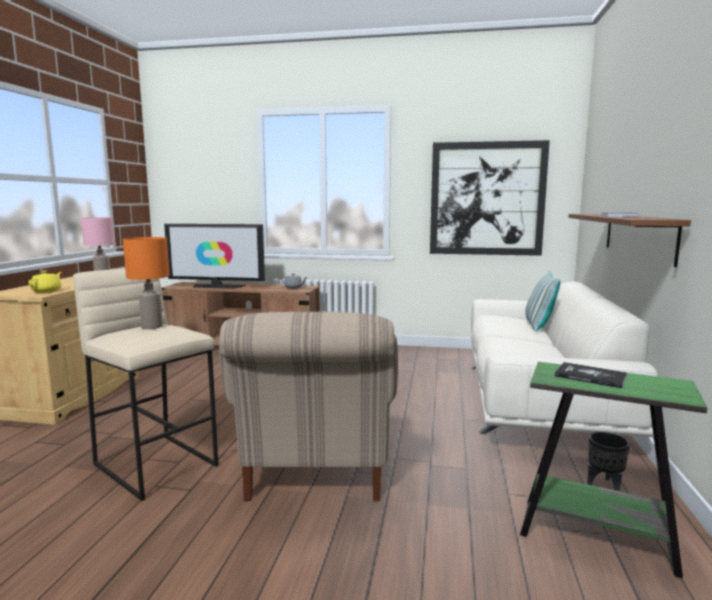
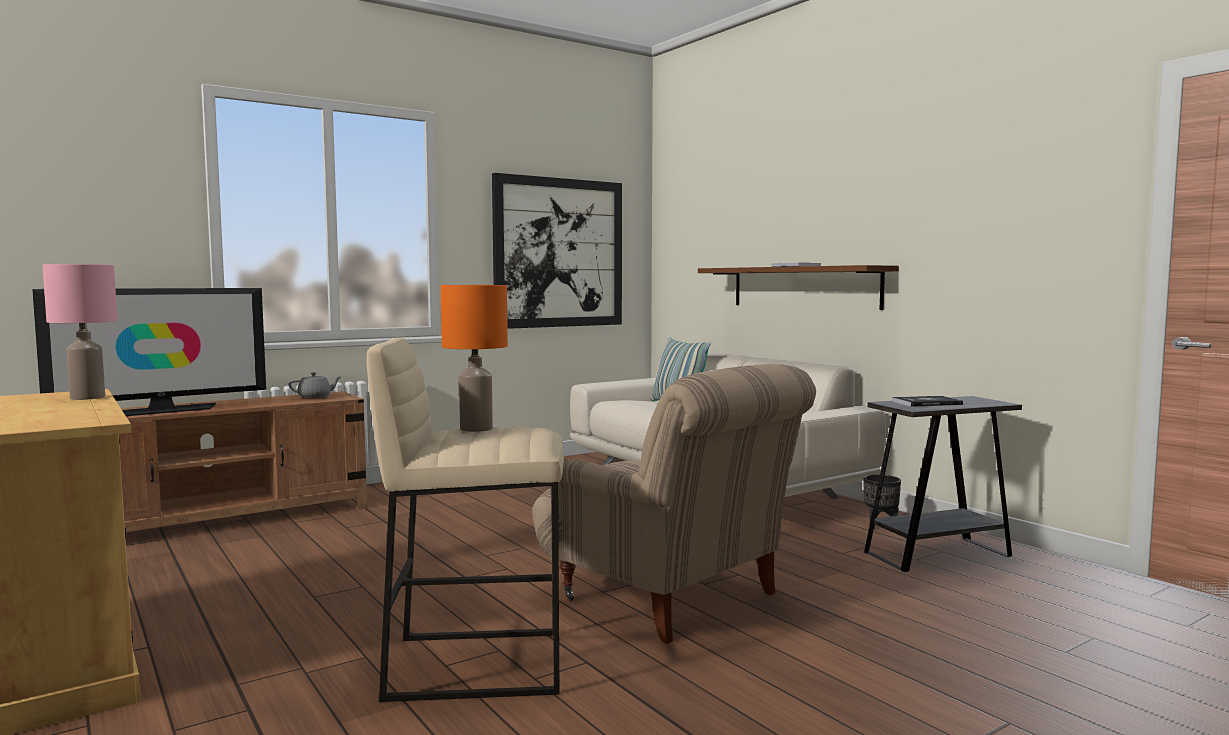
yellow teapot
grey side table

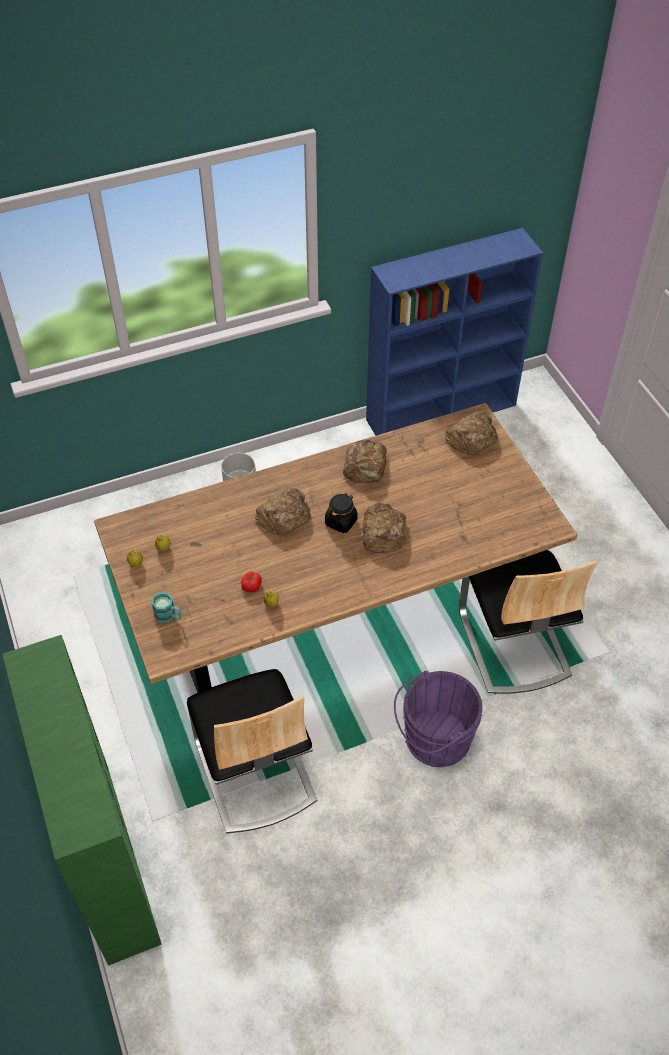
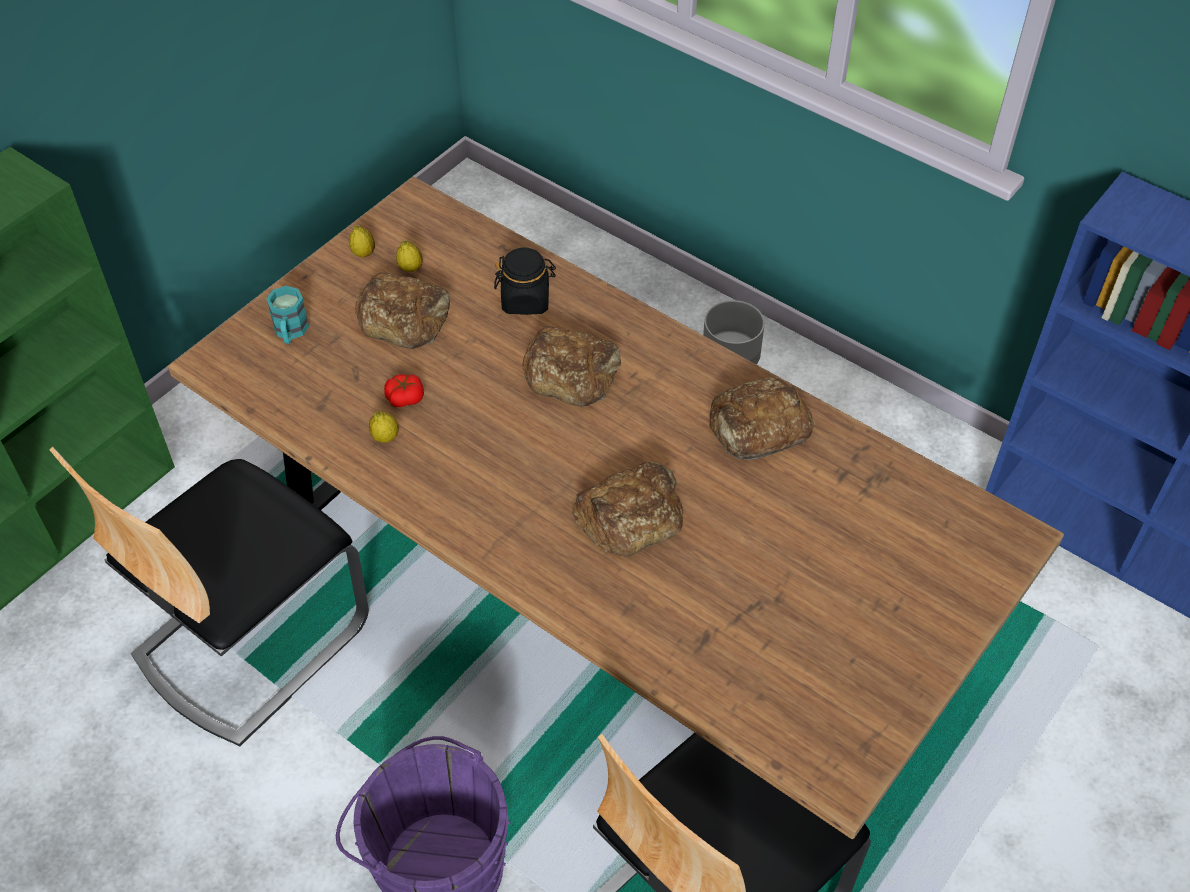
black jar
bread (no. 1 from left)

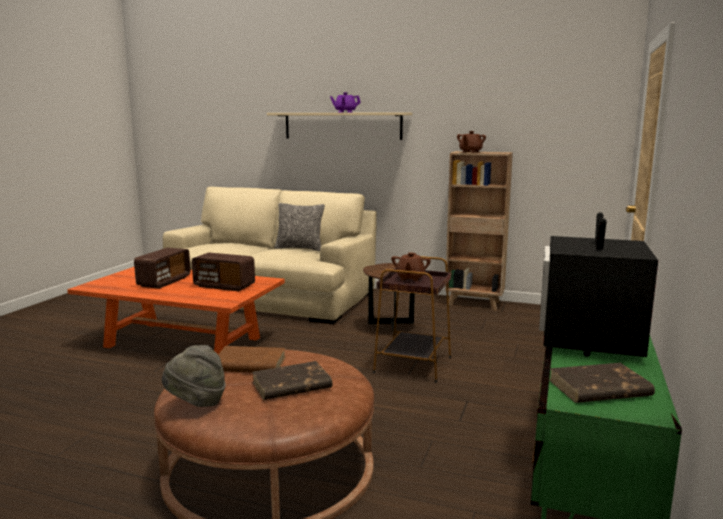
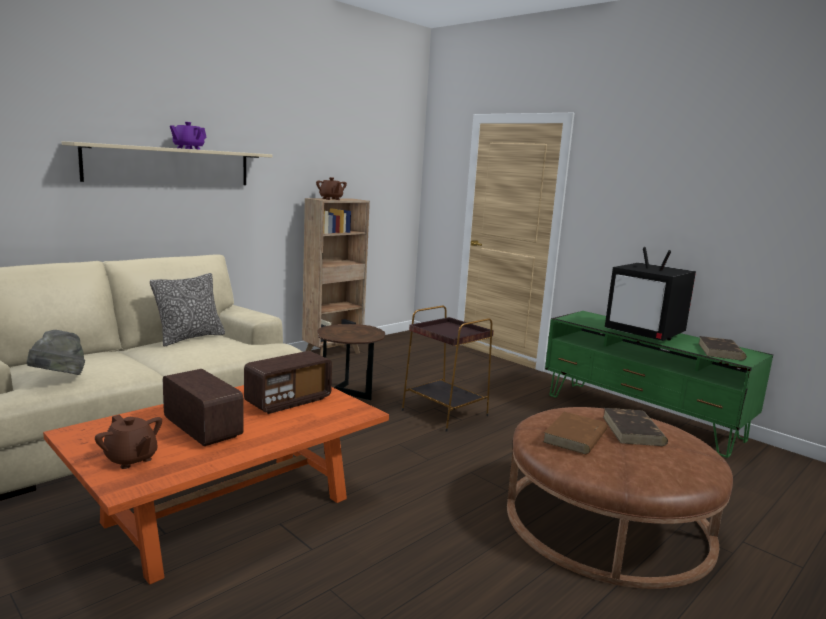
grey hat
brown teapot (no. 1 from left)

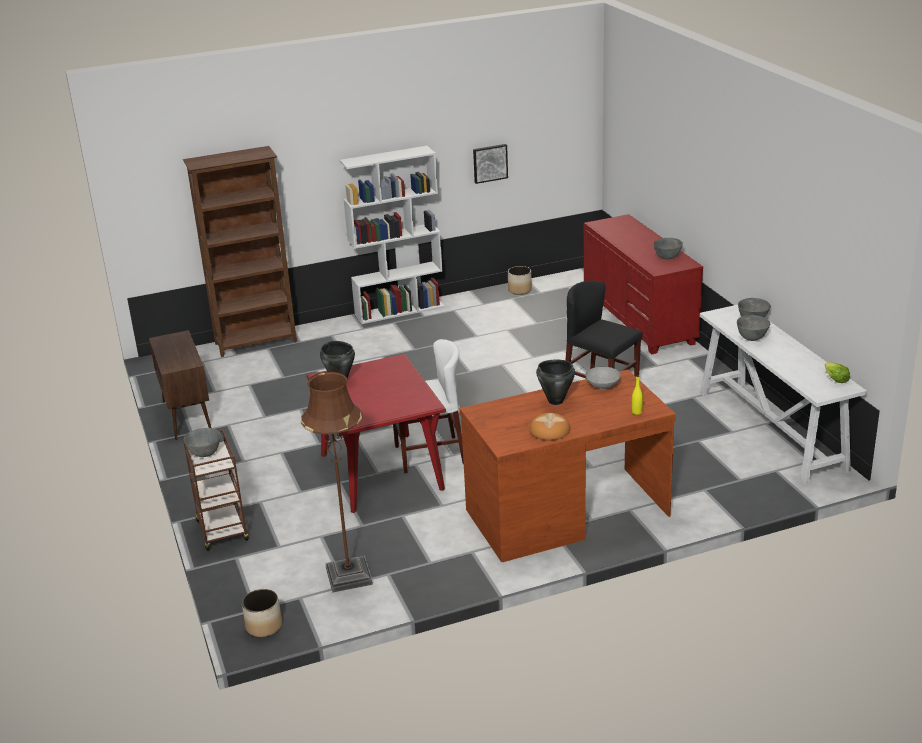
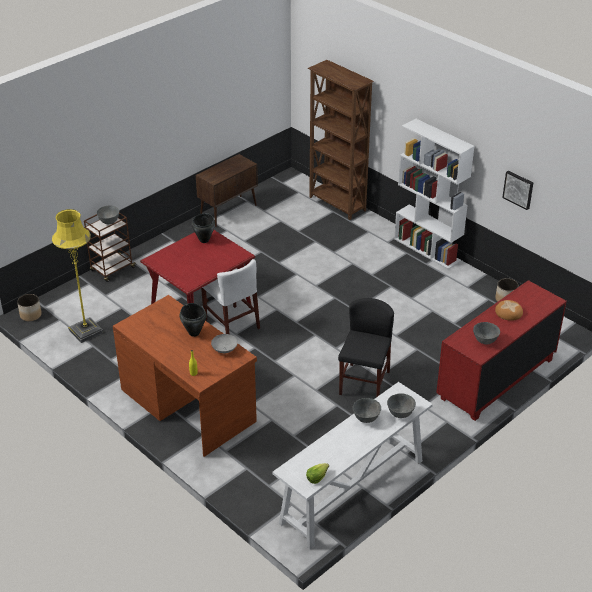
yellow floor lamp
bread

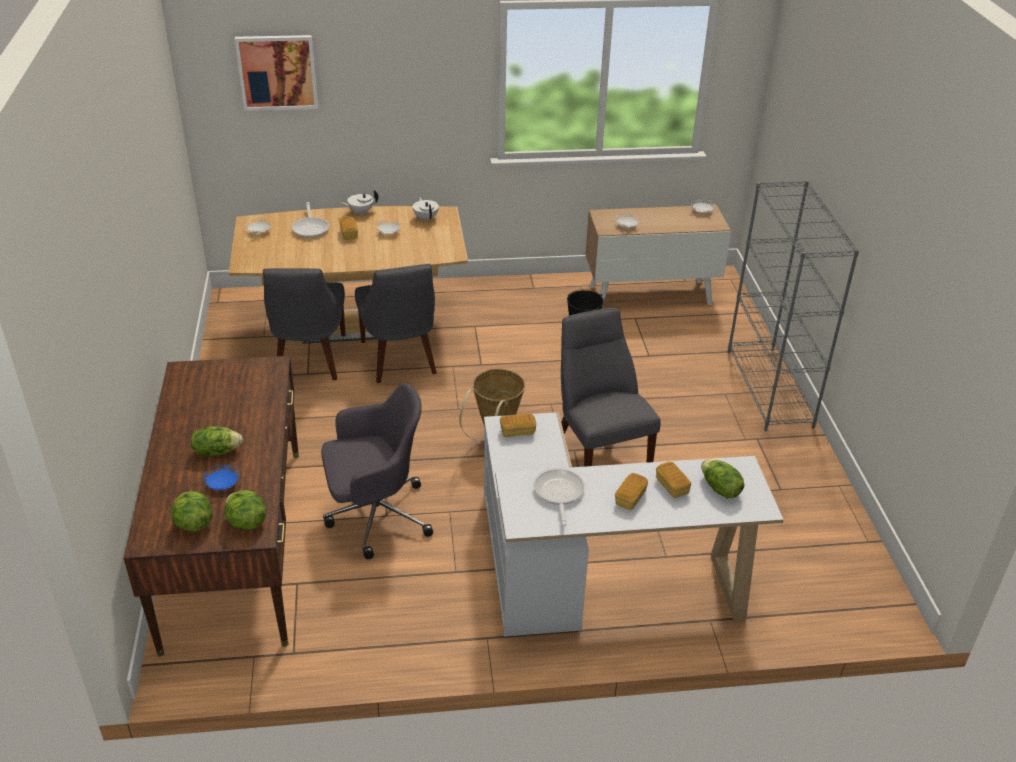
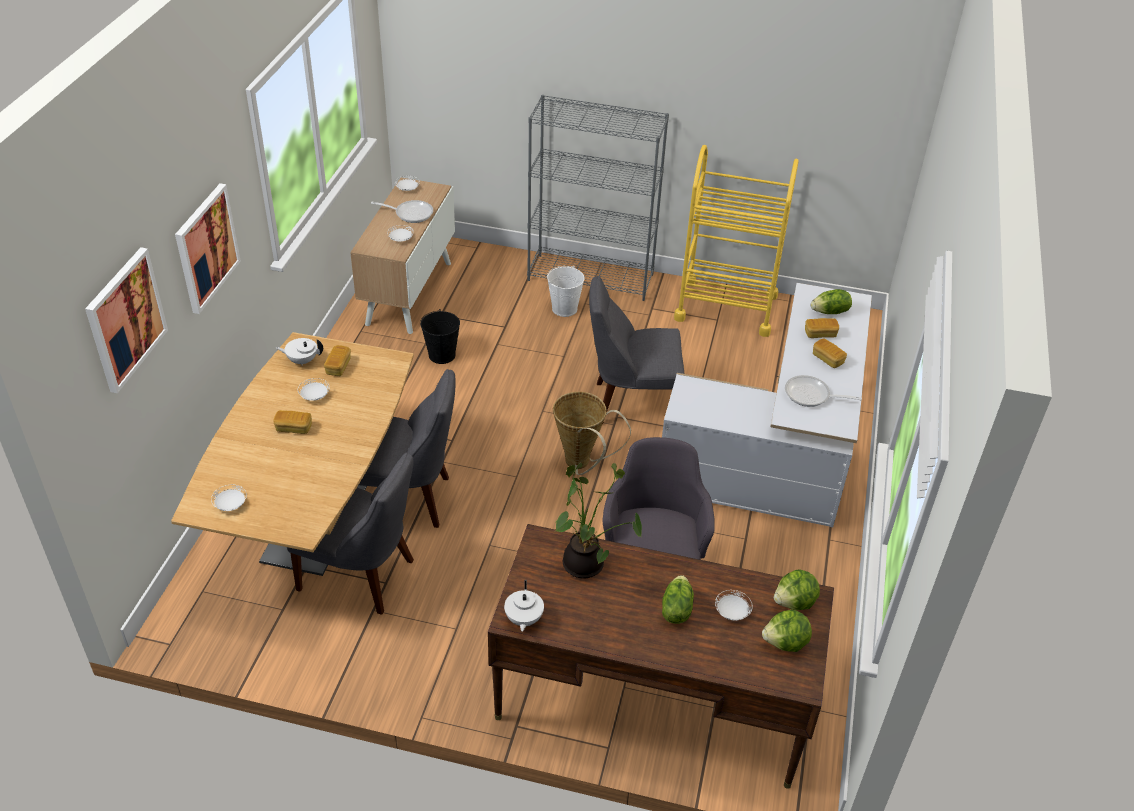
white plate (no. 5 from left)
frying pan (no. 1 from left)
white teapot (no. 2 from left)
bread (no. 2 from left)
picture (no. 2 from left)
white bucket
potted plant
yellow cart

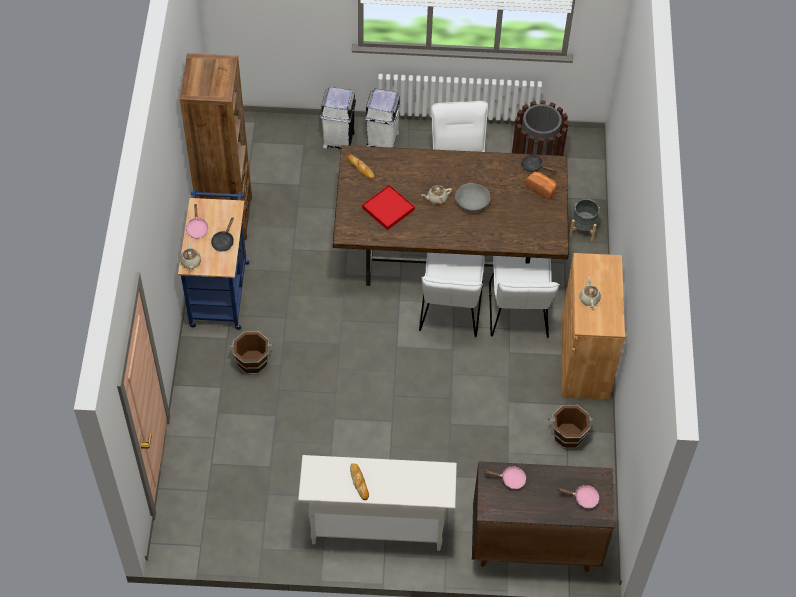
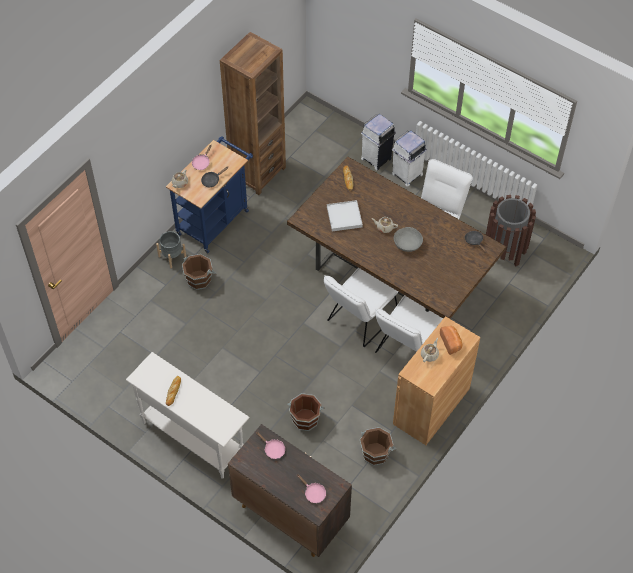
white tray
bread (no. 3 from left)
grey planter
brown bucket (no. 2 from left)

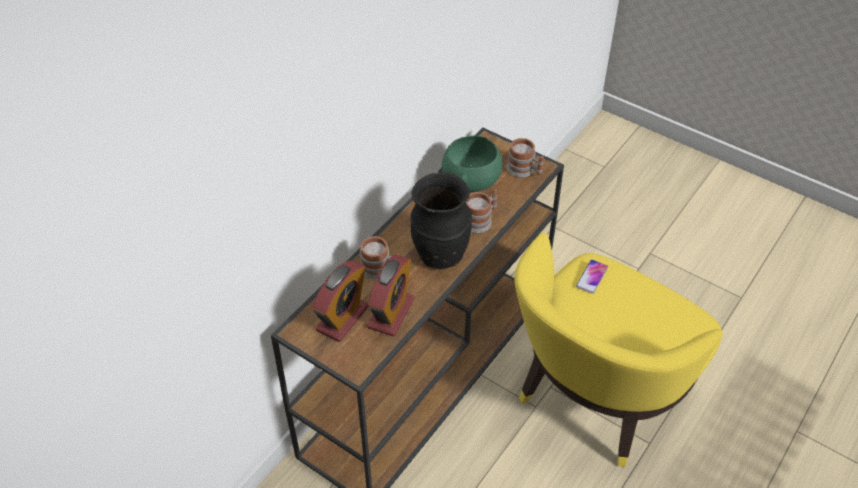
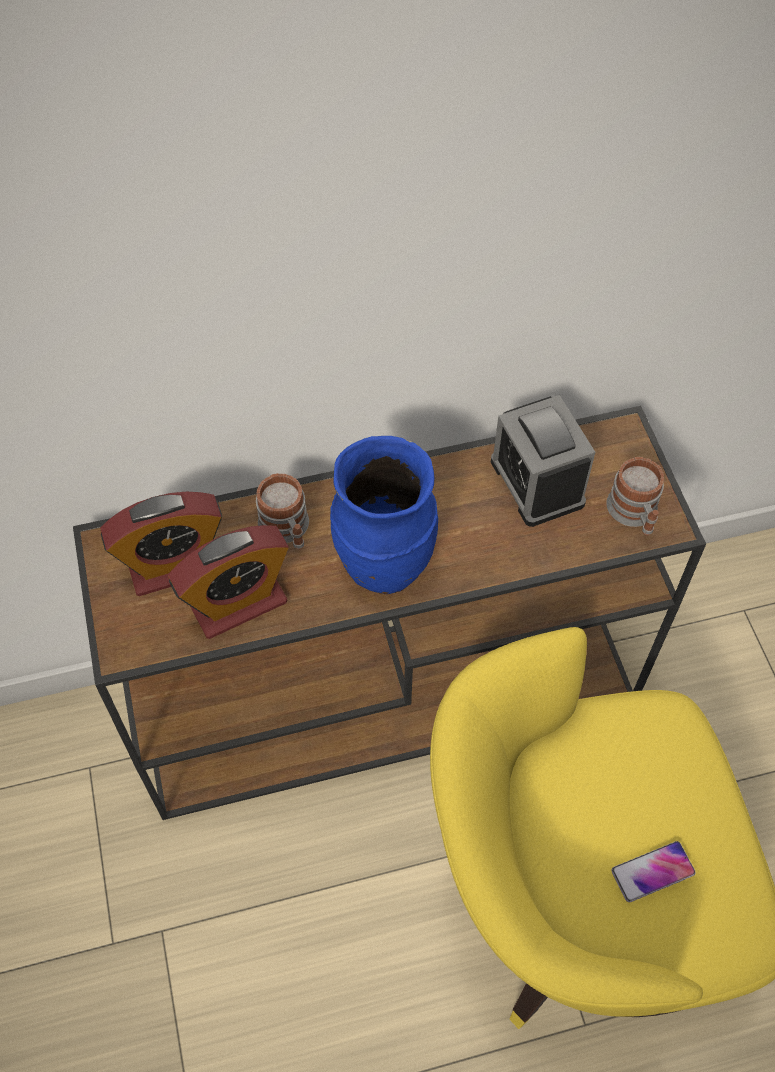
blue vase
alarm clock (no. 3 from left)
mug (no. 2 from left in the first image)
phone

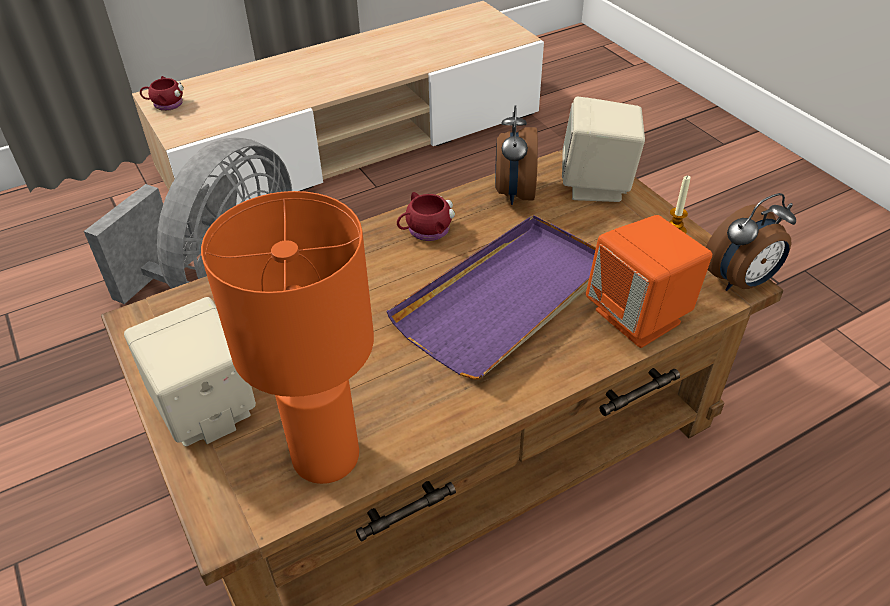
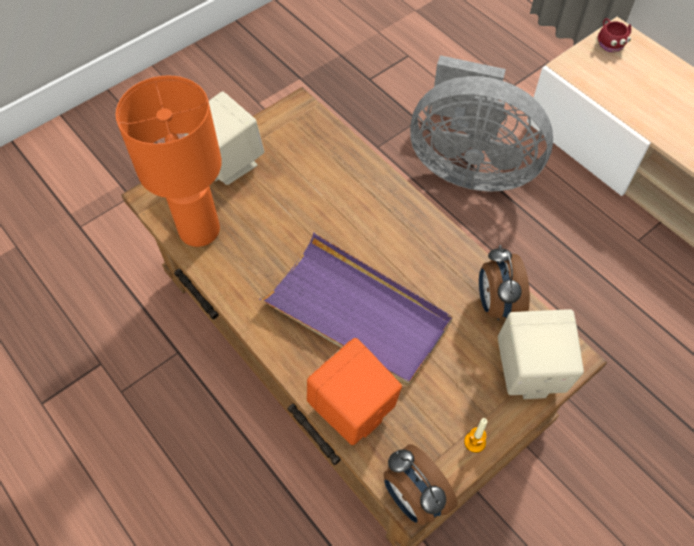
red mug (no. 2 from left in the first image)
alarm clock (no. 2 from left)

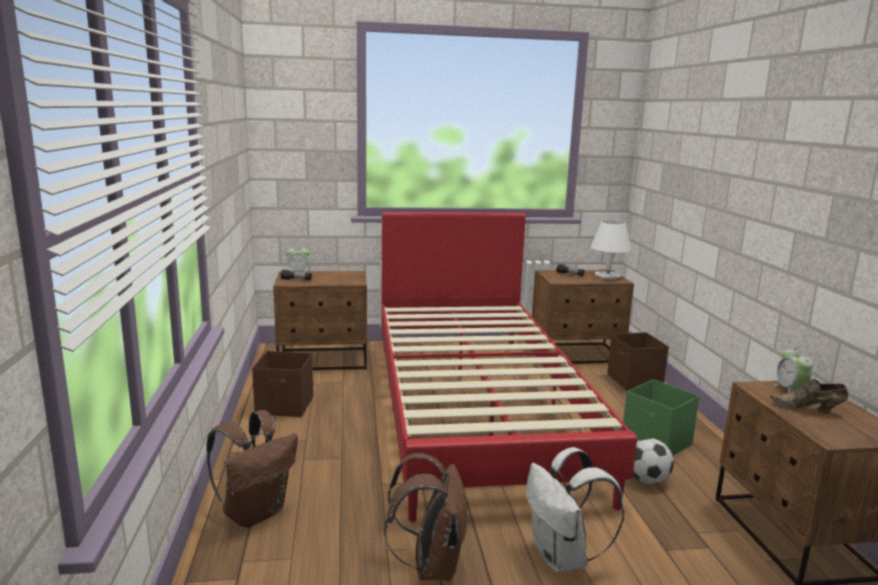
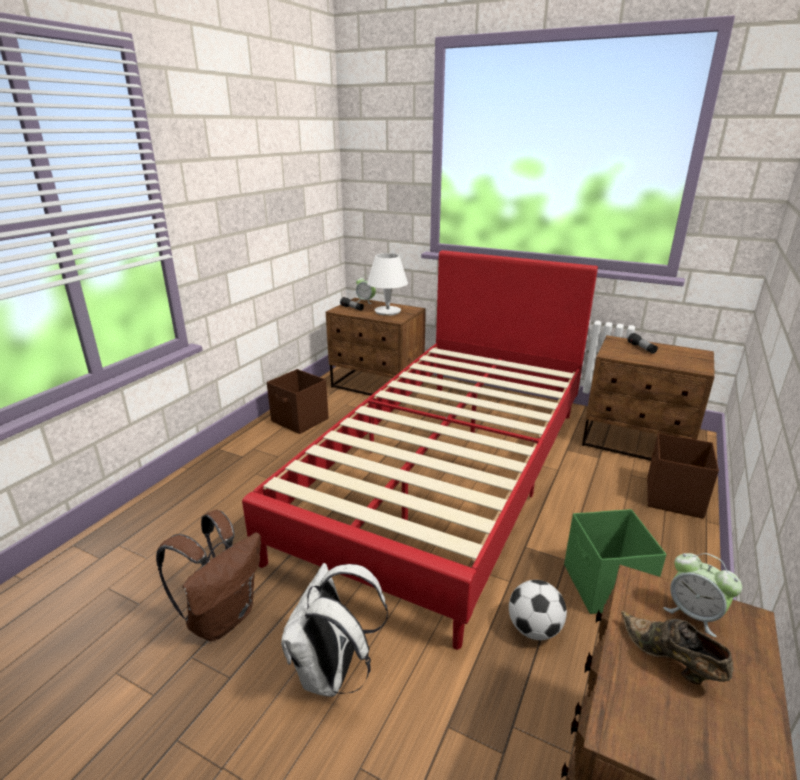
brown backpack (no. 1 from left in the first image)
white table lamp
alarm clock (no. 2 from left)

